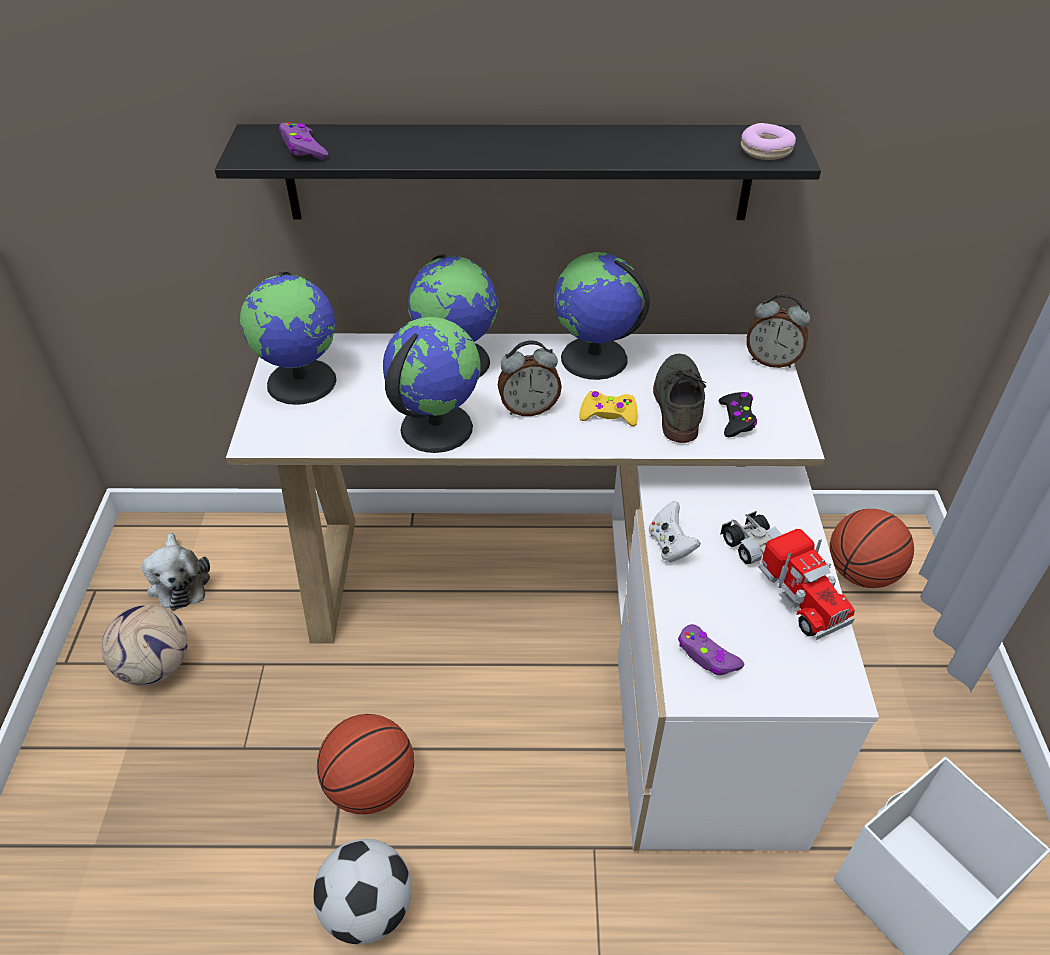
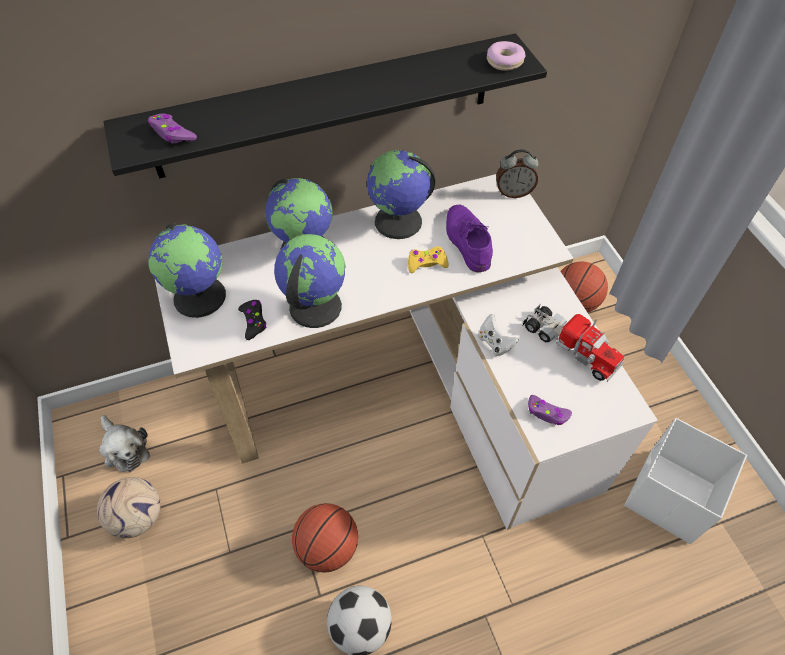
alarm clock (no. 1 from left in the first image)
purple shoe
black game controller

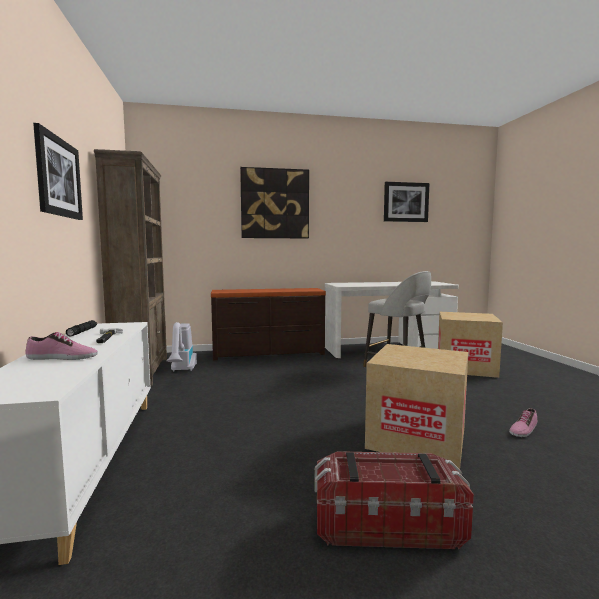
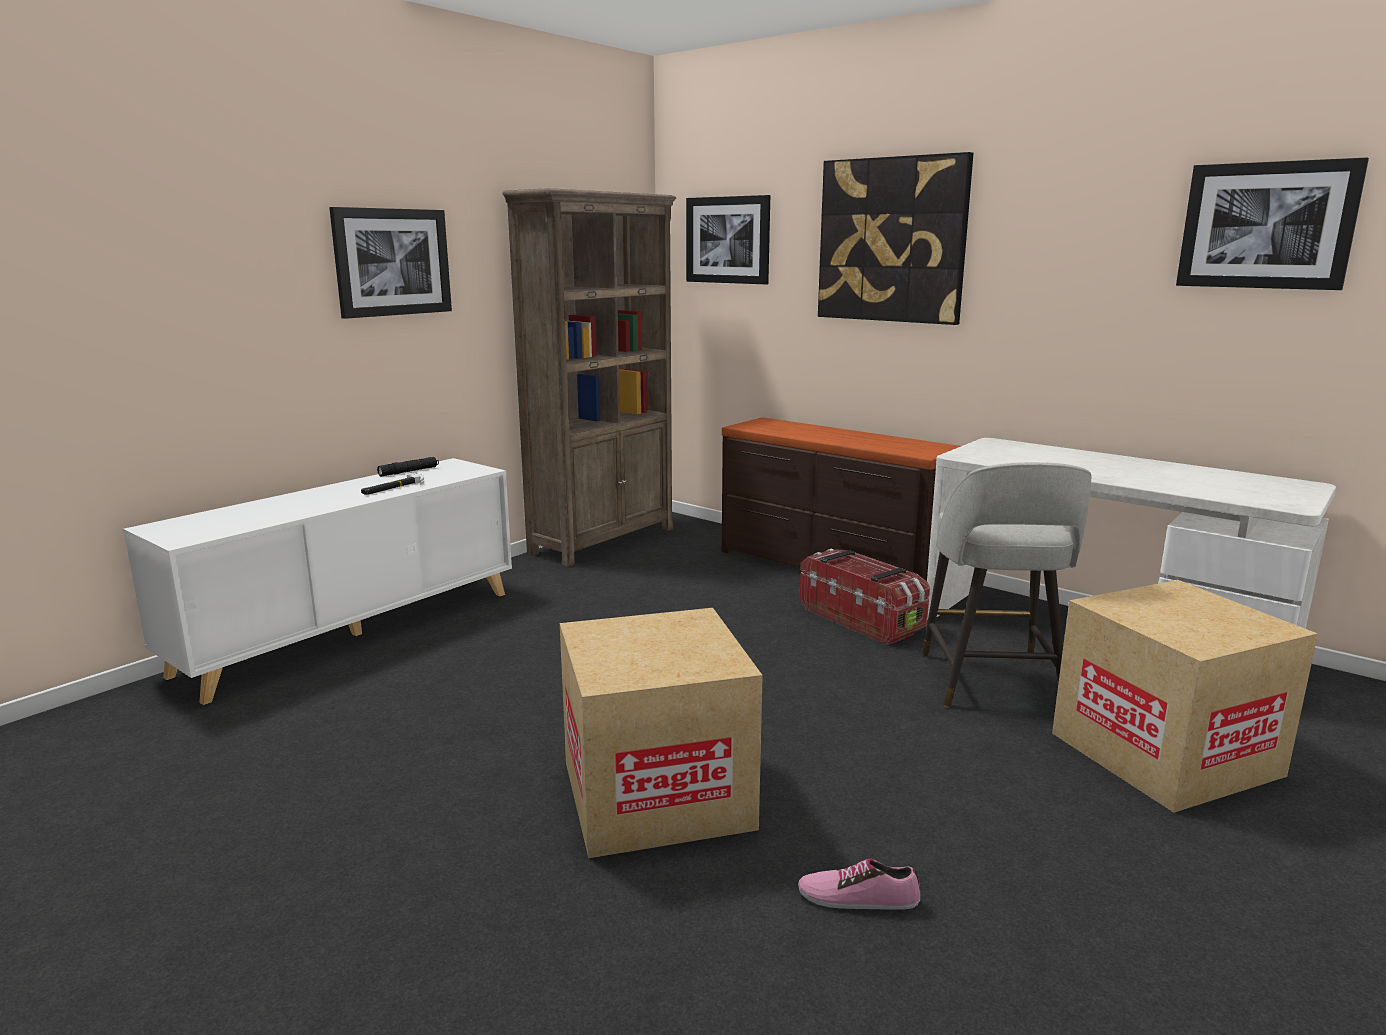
shoe (no. 1 from left in the first image)
vacuum cleaner
storage box
picture (no. 2 from left)

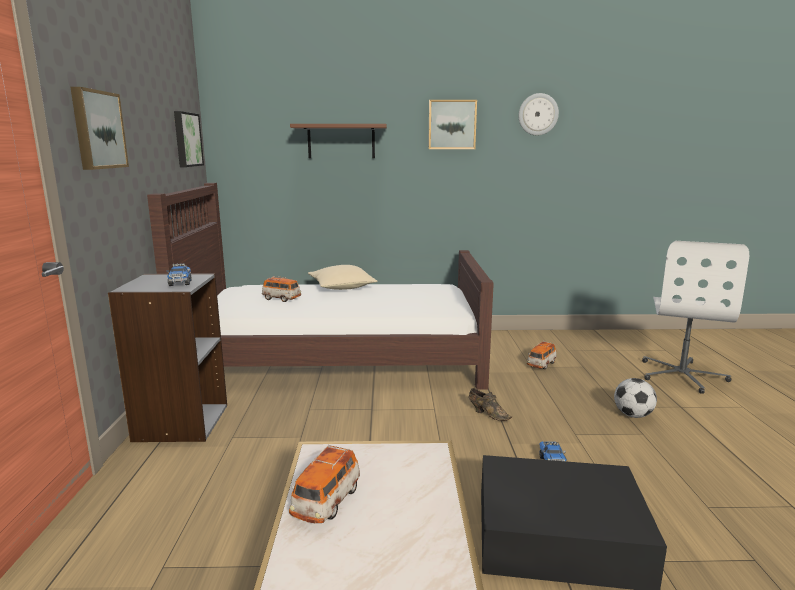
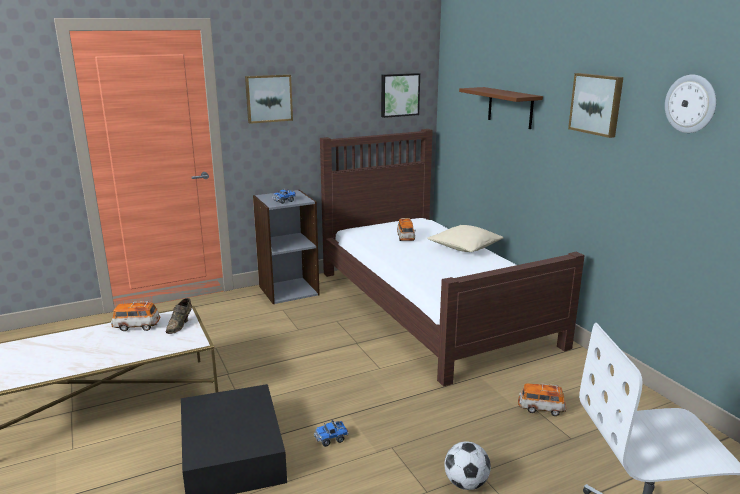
brown shoe

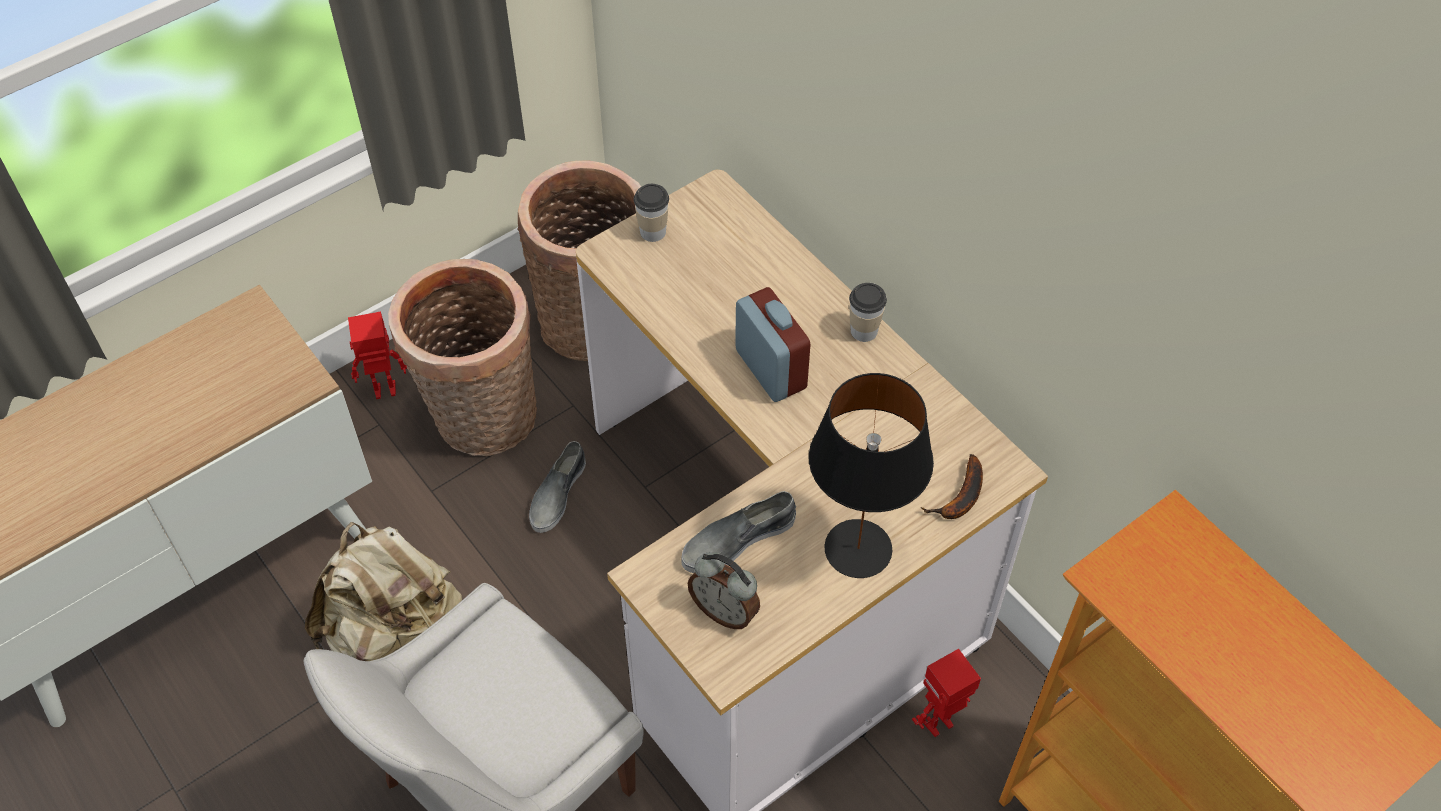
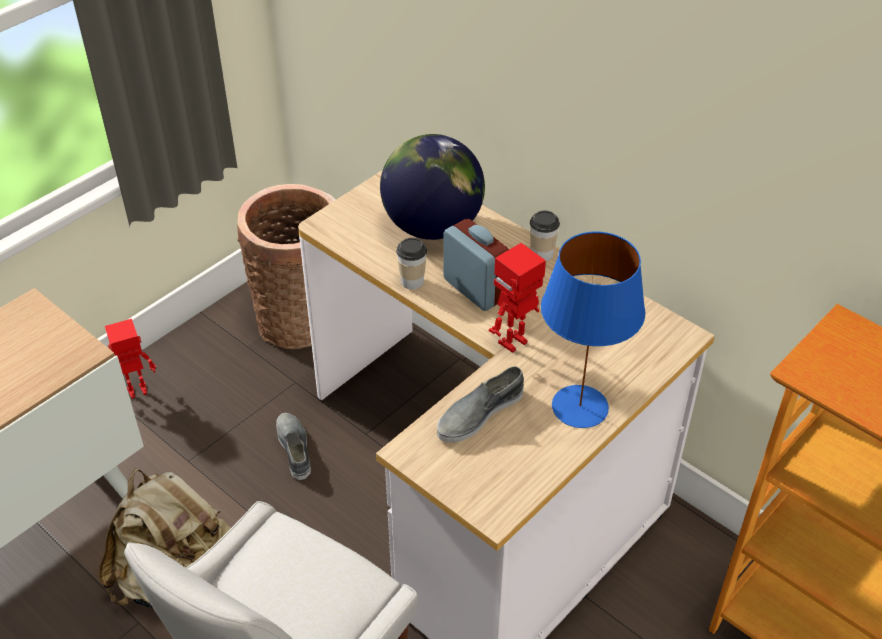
basket (no. 1 from left in the first image)
grey shoe (no. 1 from left)
cup (no. 1 from left)
alarm clock (no. 1 from left in the first image)
blue table lamp
toy robot (no. 2 from left)
banana
globe

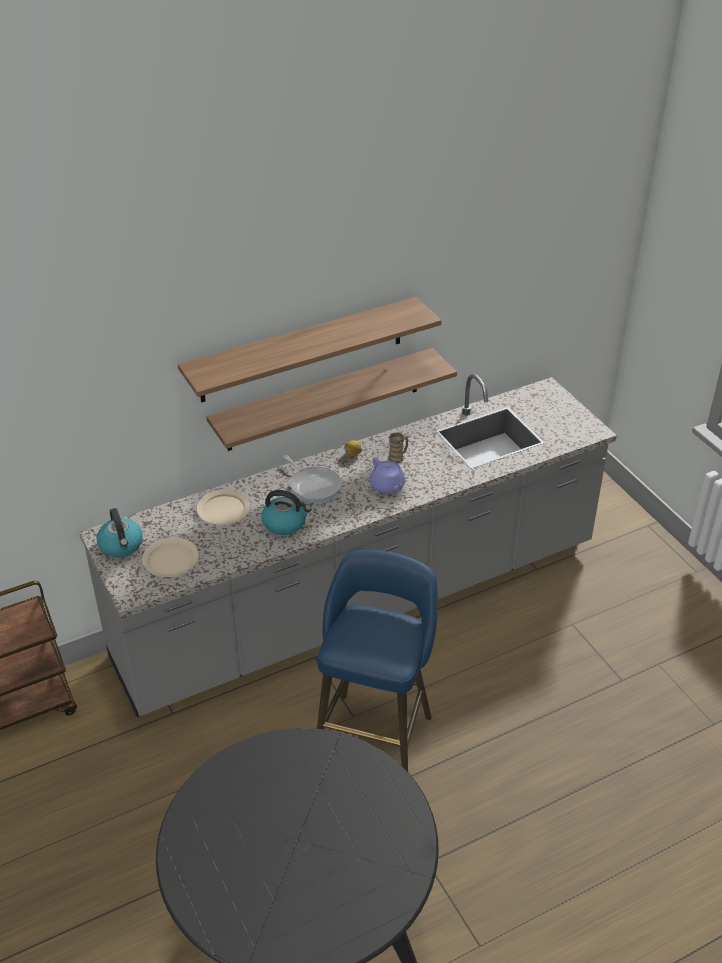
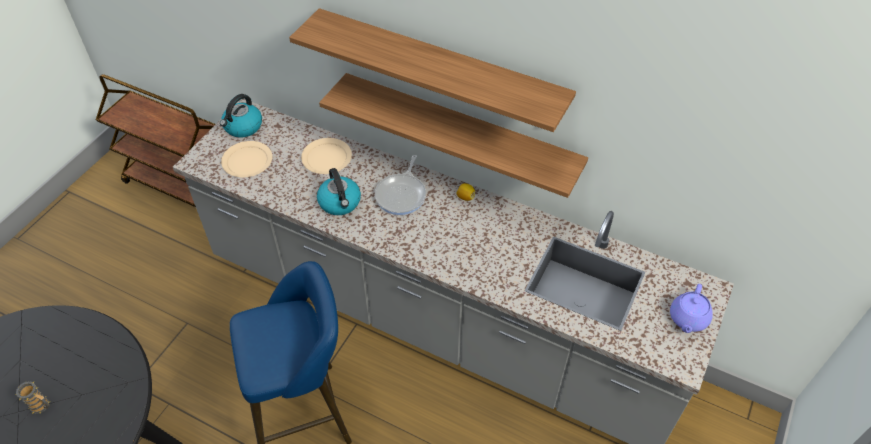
purple teapot
mug

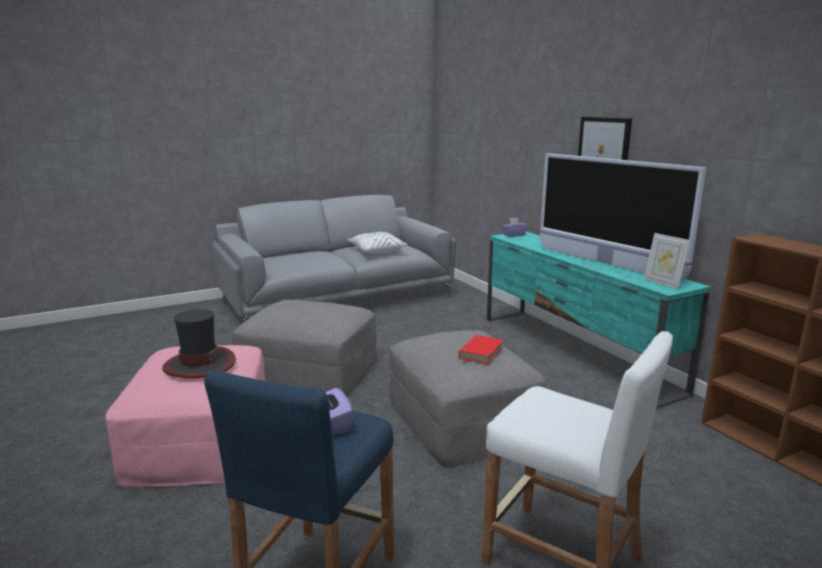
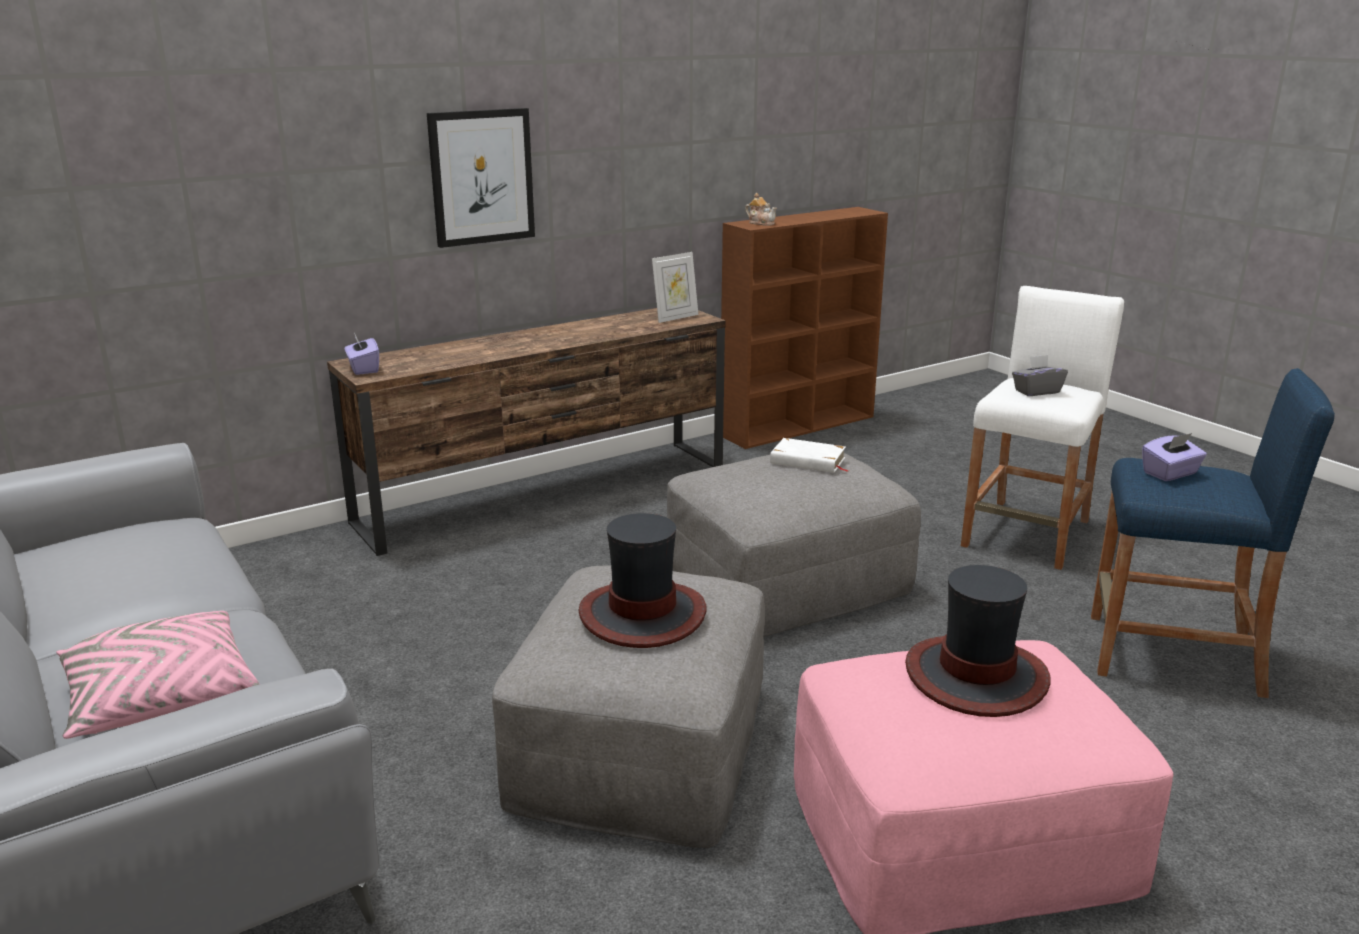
white pillow
white book
brown tv stand
television
pink pillow
hat (no. 1 from left)
teapot
grey tissue box

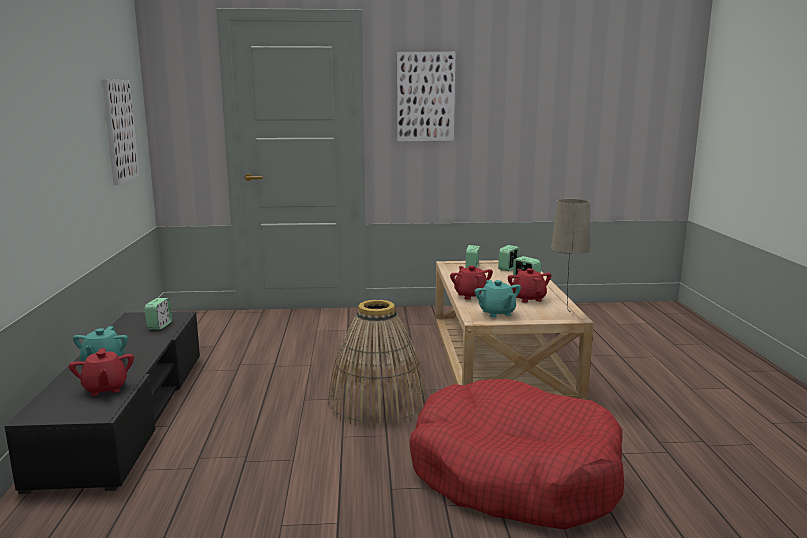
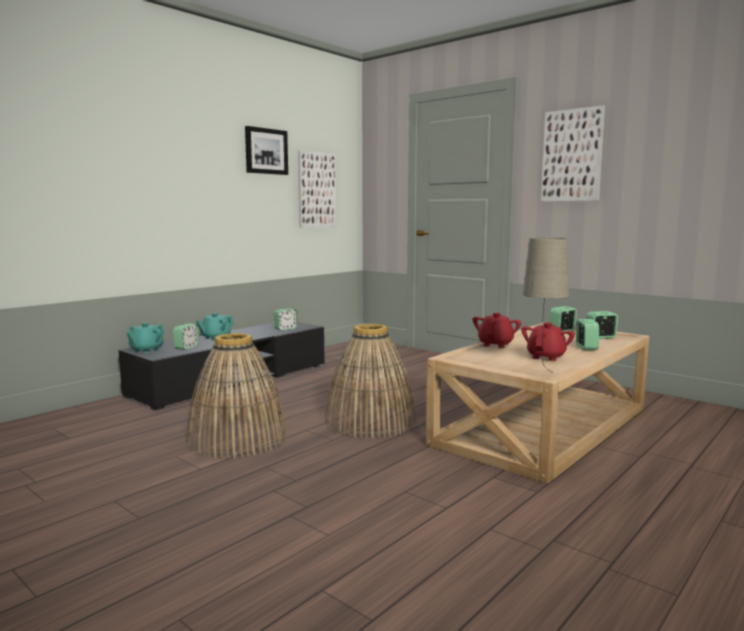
alarm clock (no. 1 from left)
red dog bed
turquoise teapot (no. 1 from left)
basket (no. 1 from left)
picture (no. 1 from left)

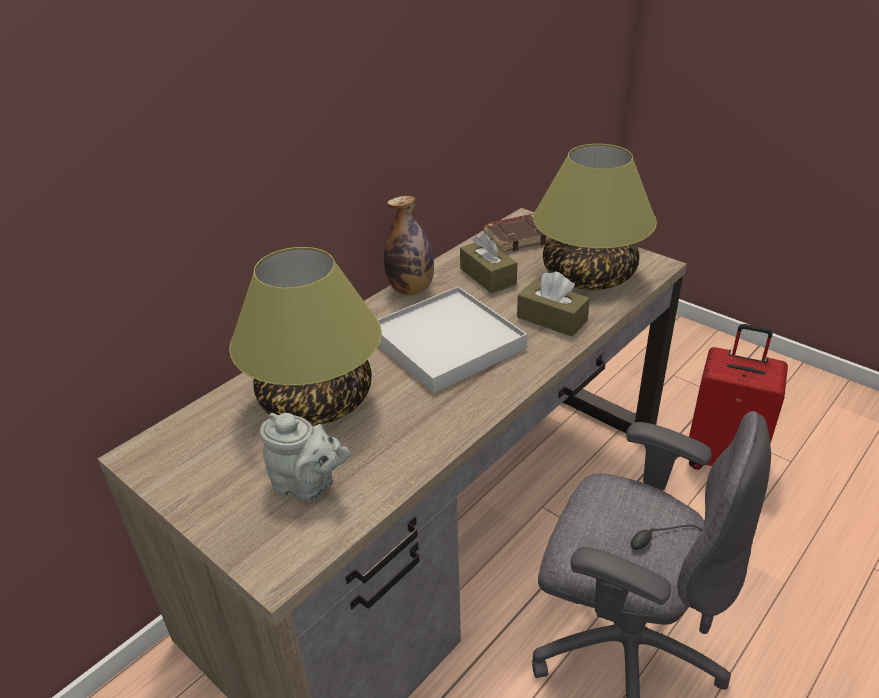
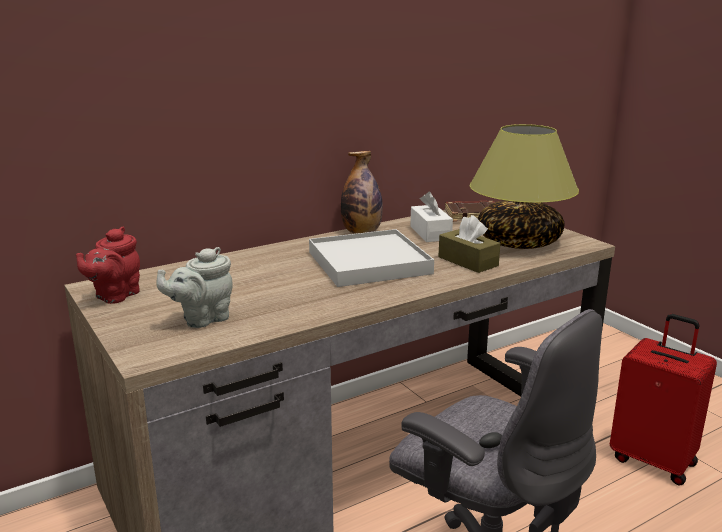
table lamp (no. 1 from left in the first image)
grey teapot
white tissue box
red teapot

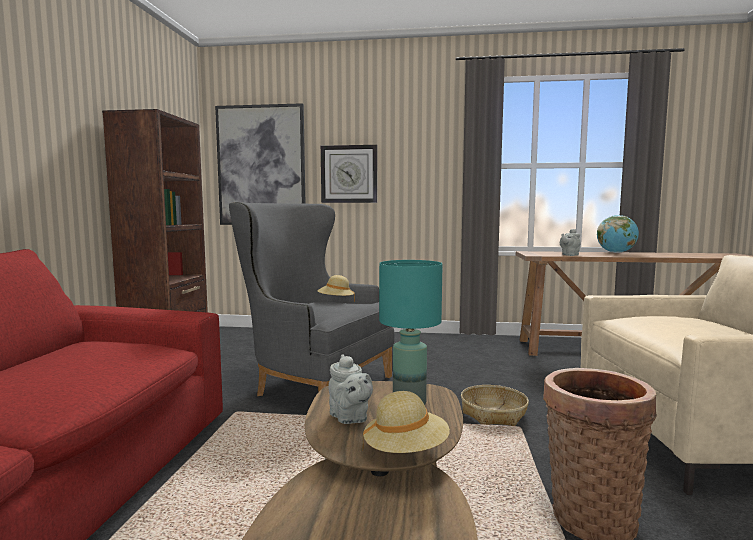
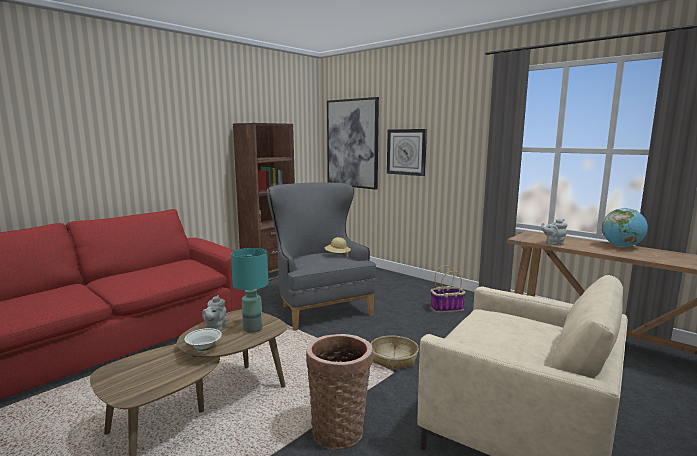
white bowl
basket (no. 3 from left)

